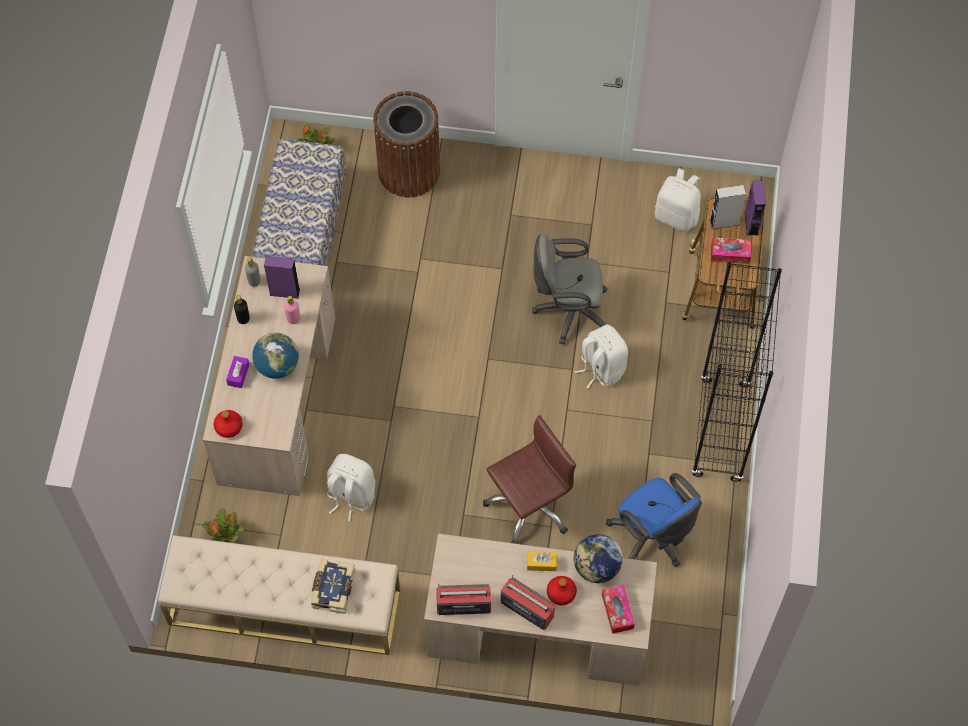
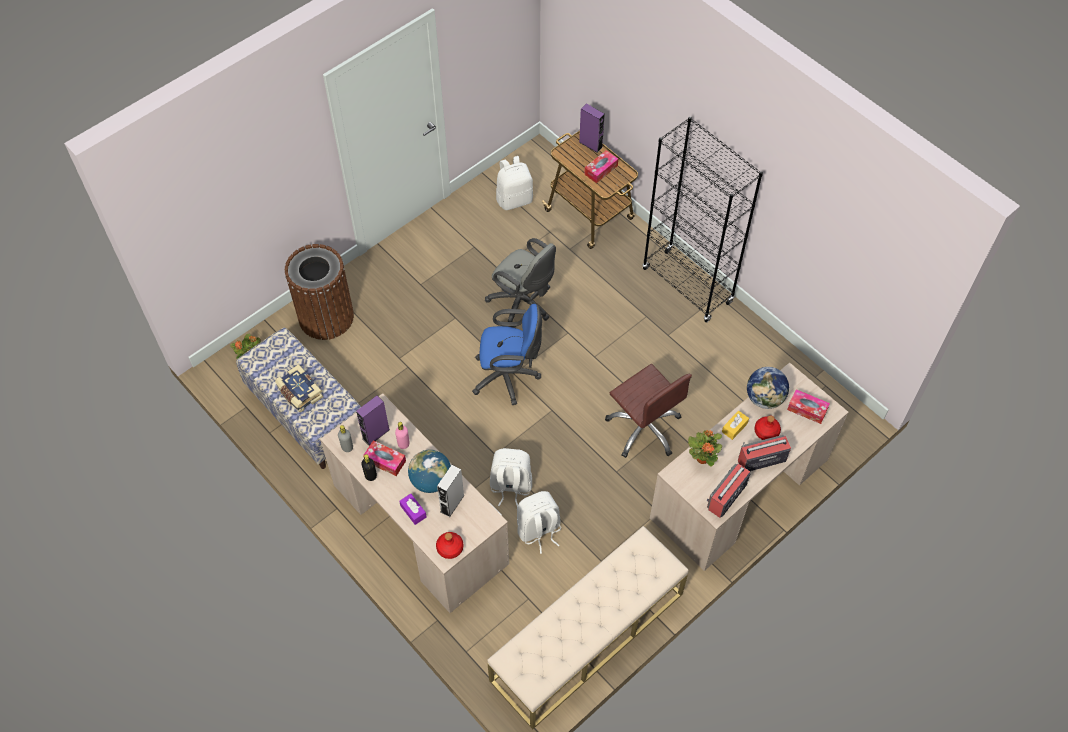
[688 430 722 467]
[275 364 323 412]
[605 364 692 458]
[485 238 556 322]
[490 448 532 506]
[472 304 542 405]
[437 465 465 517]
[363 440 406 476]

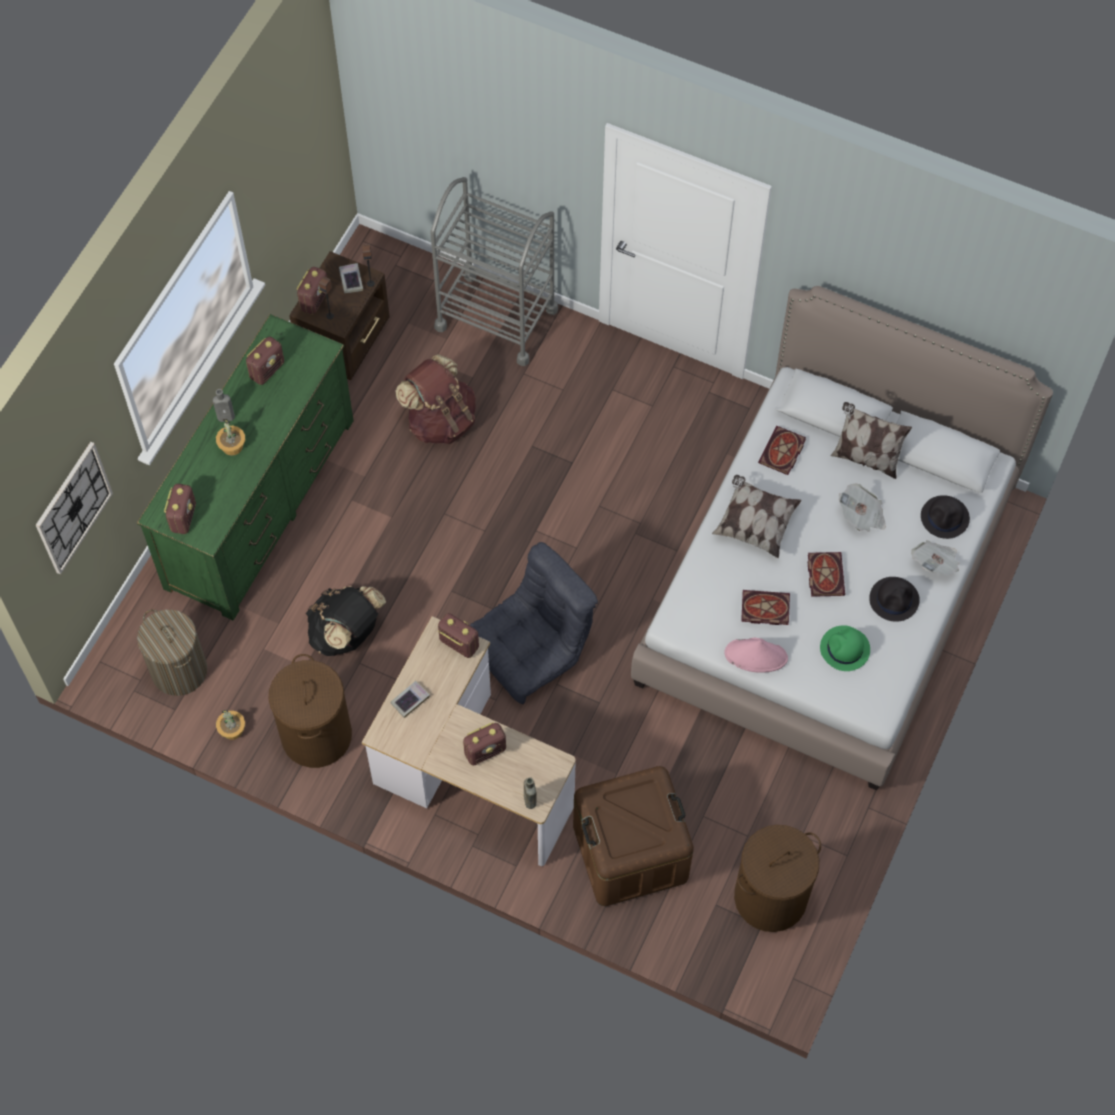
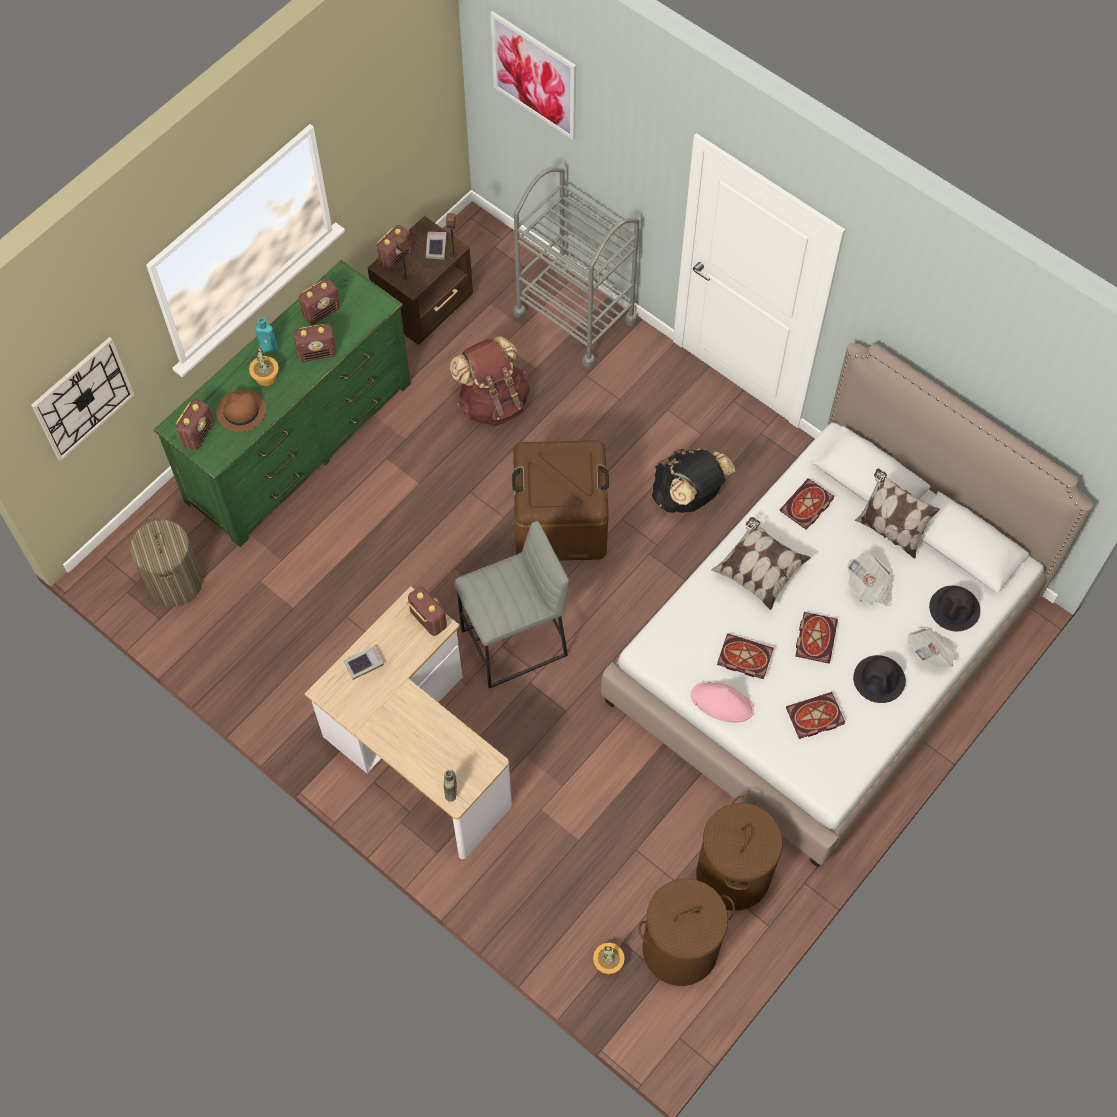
[255 317 278 353]
[593 943 625 974]
[696 795 783 911]
[652 448 736 513]
[294 324 336 362]
[455 521 569 689]
[512 440 609 560]
[786 692 845 739]
[216 390 266 432]
[490 11 576 140]

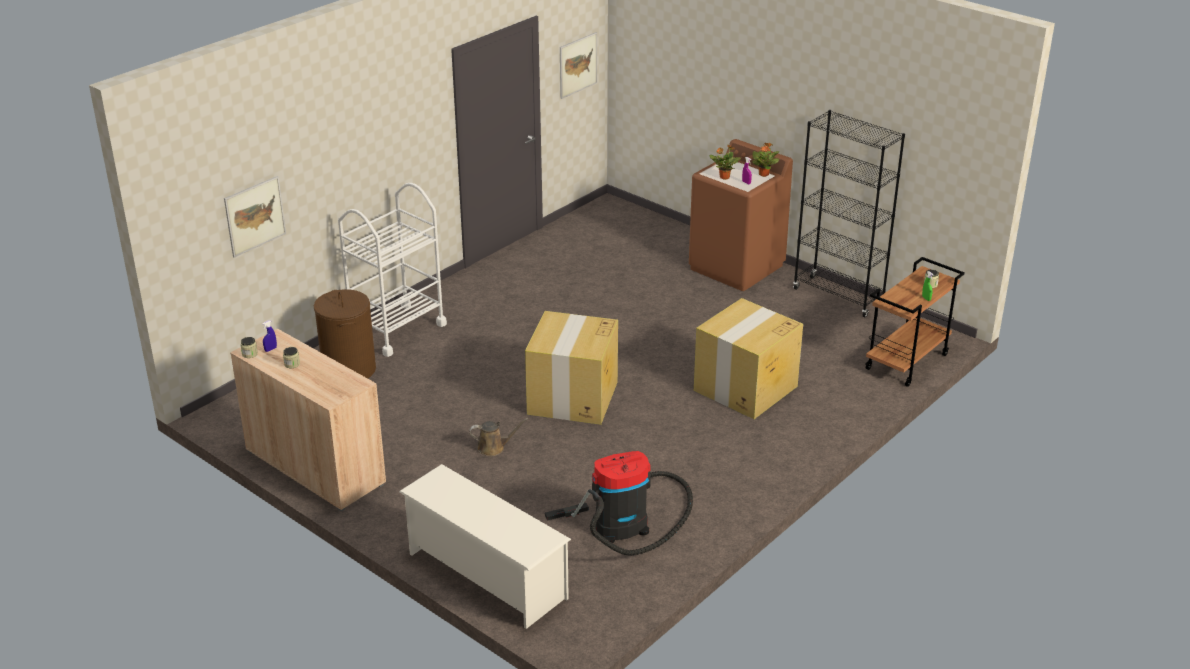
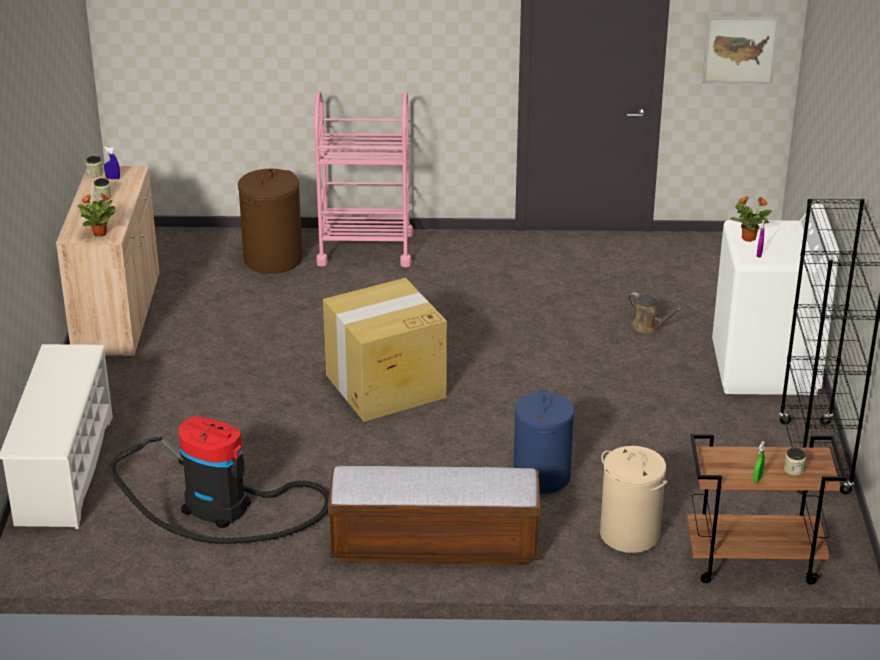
[224 176 286 258] (first image)
[314 91 413 267]
[628 292 682 333]
[712 204 840 395]
[513 390 575 494]
[78 193 116 236]
[328 466 540 565]
[600 446 667 553]

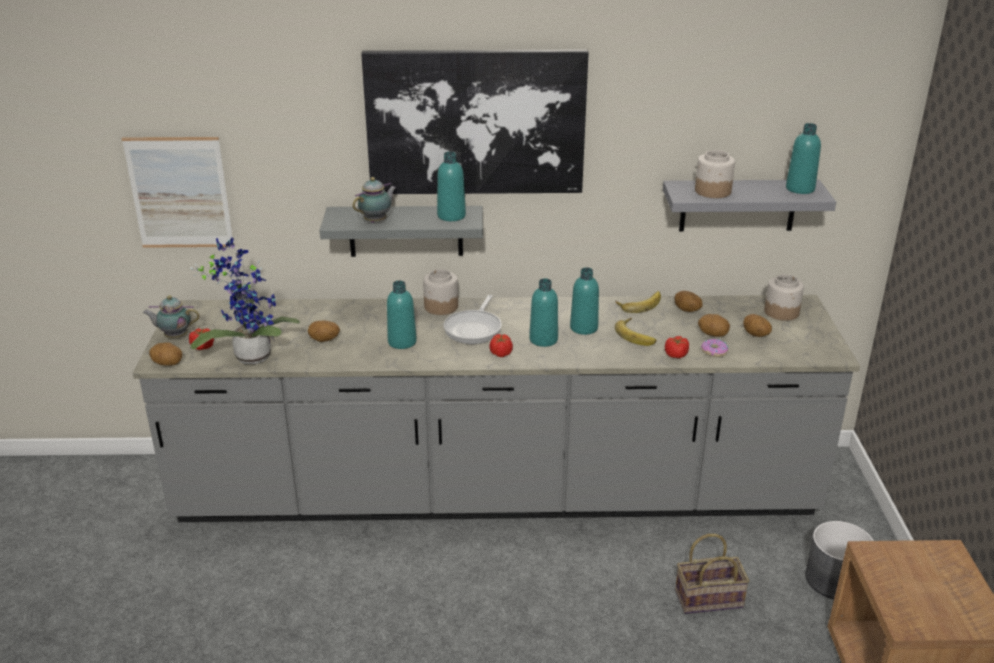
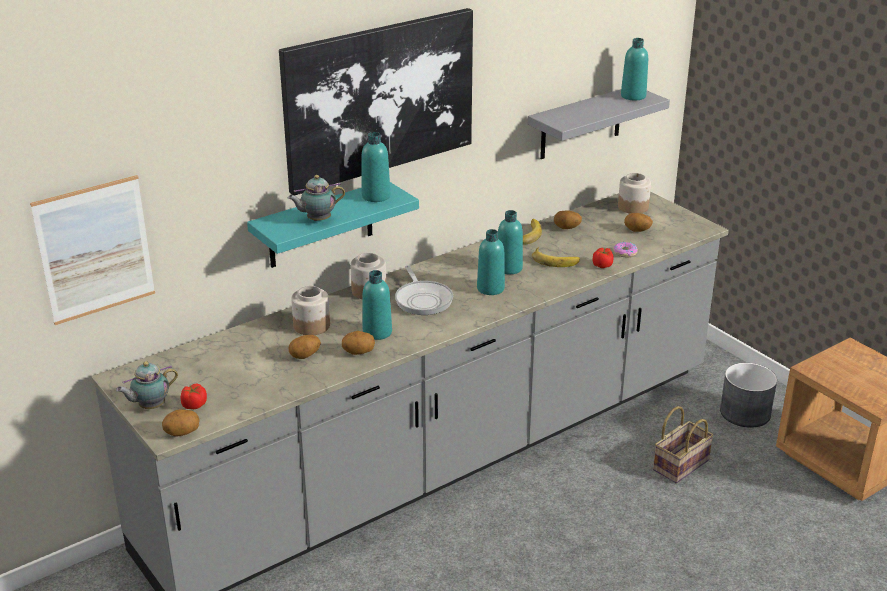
[190 238 300 364] (first image)
[247 182 419 268]
[288 175 345 221]
[489 334 513 357] (first image)
[291 286 330 335]
[342 331 375 355]

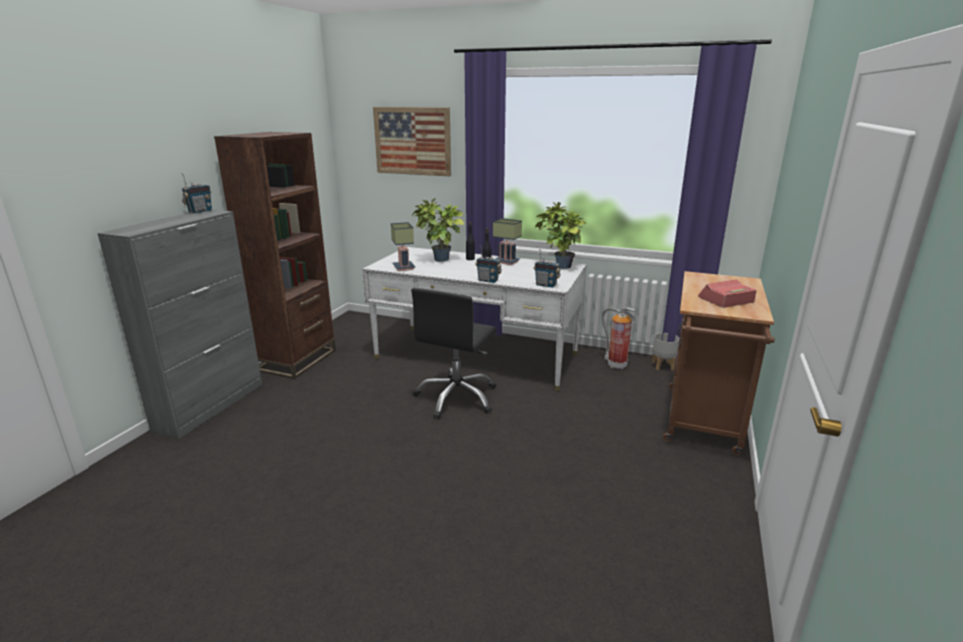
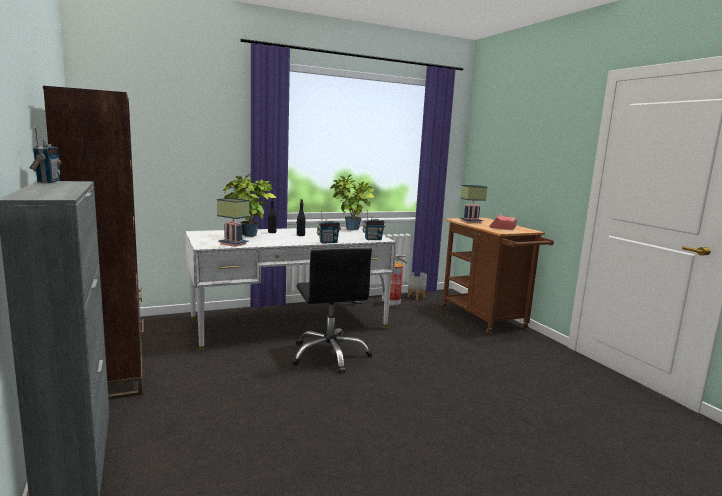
[373 107 451 176] (first image)
[460 185 487 223]

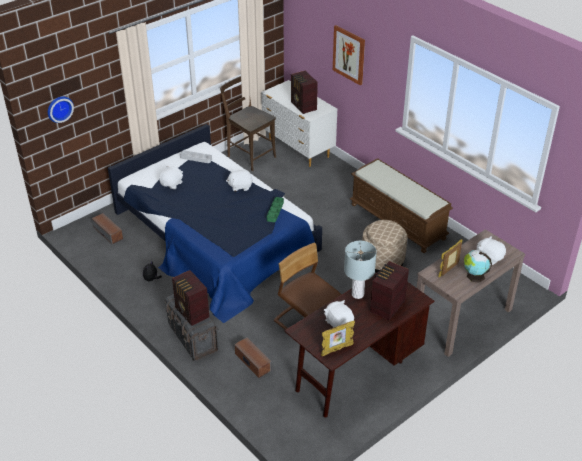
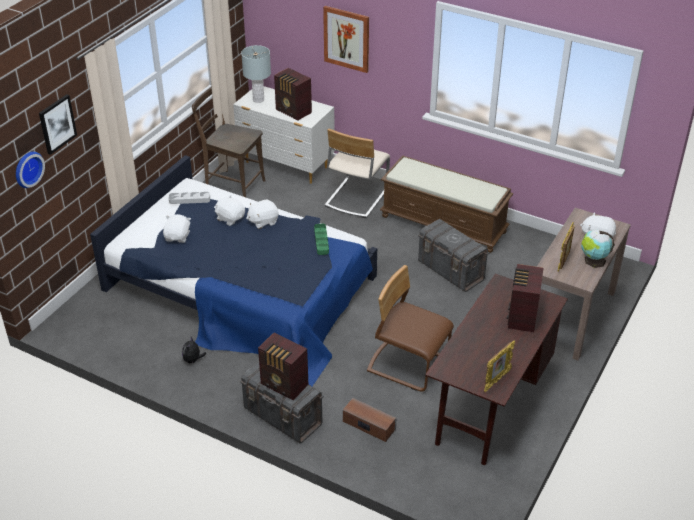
[92 213 123 244] (first image)
[214 195 245 226]
[241 45 271 103]
[418 219 489 292]
[39 94 77 155]
[325 129 390 218]

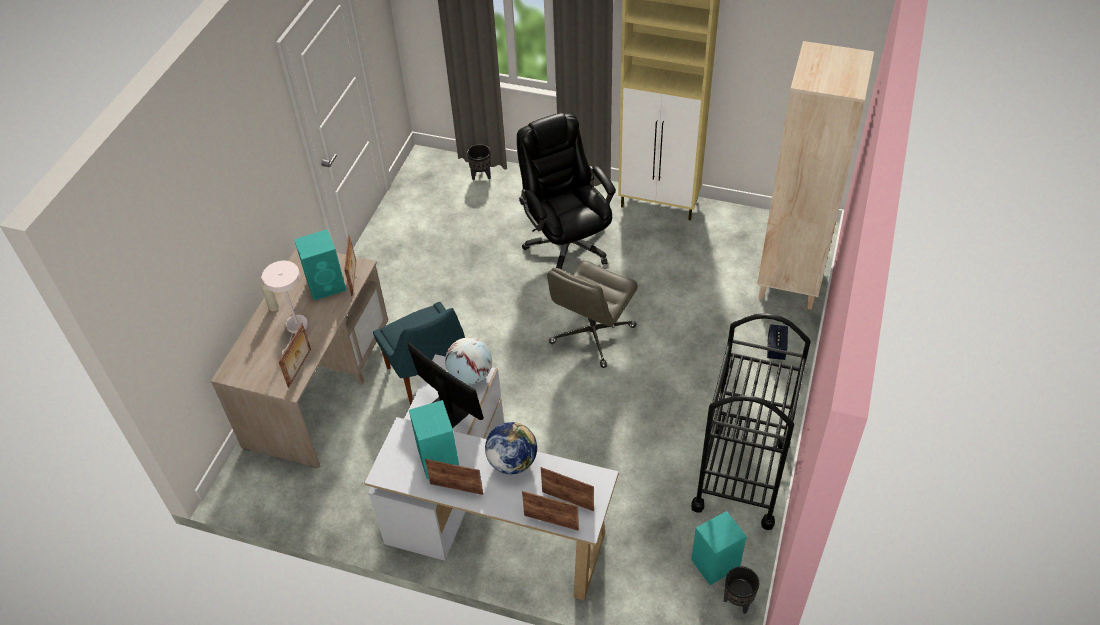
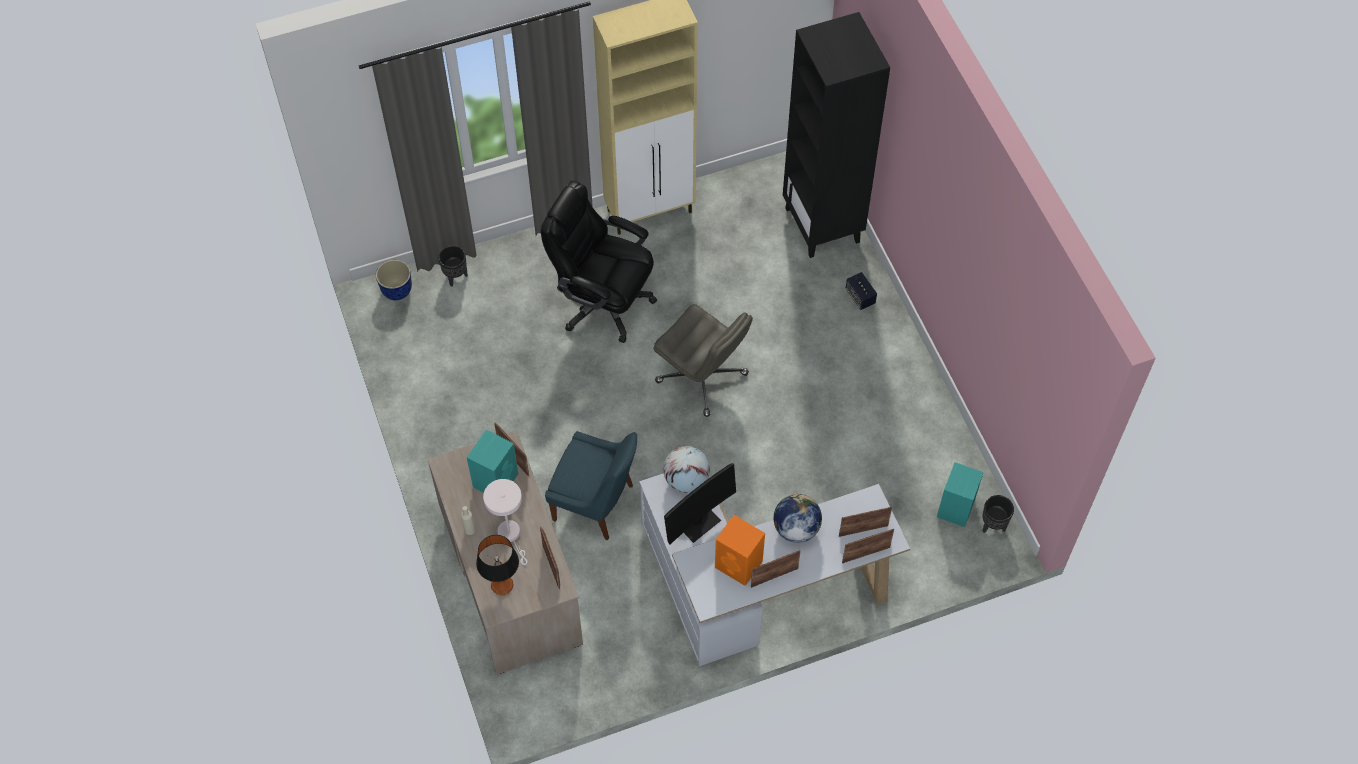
[664 463 736 545]
[715 515 765 586]
[653 304 753 417]
[691 313 811 530] (first image)
[783 12 890 258]
[376 260 412 300]
[476 535 519 595]

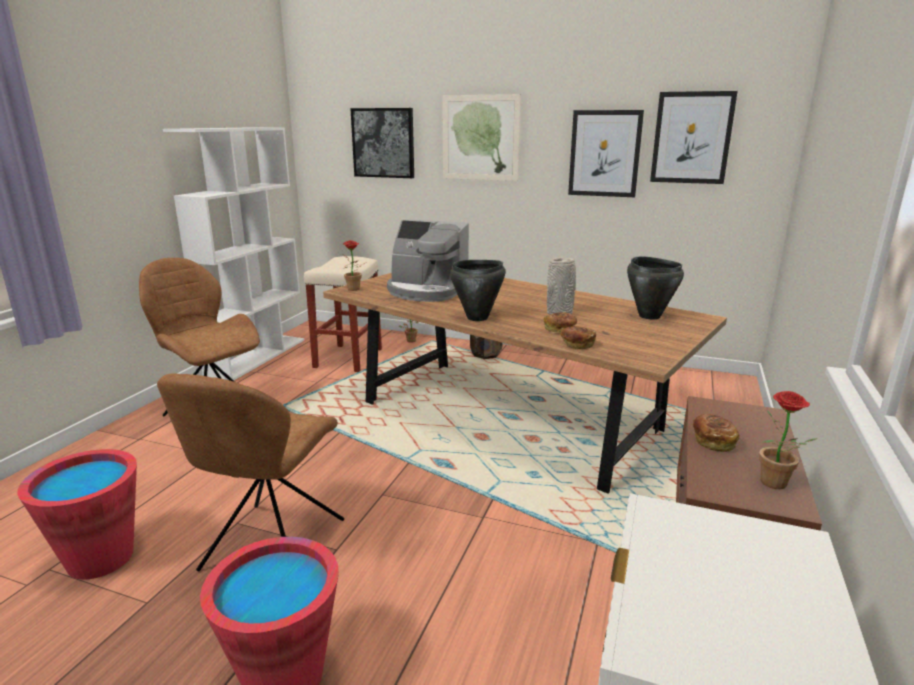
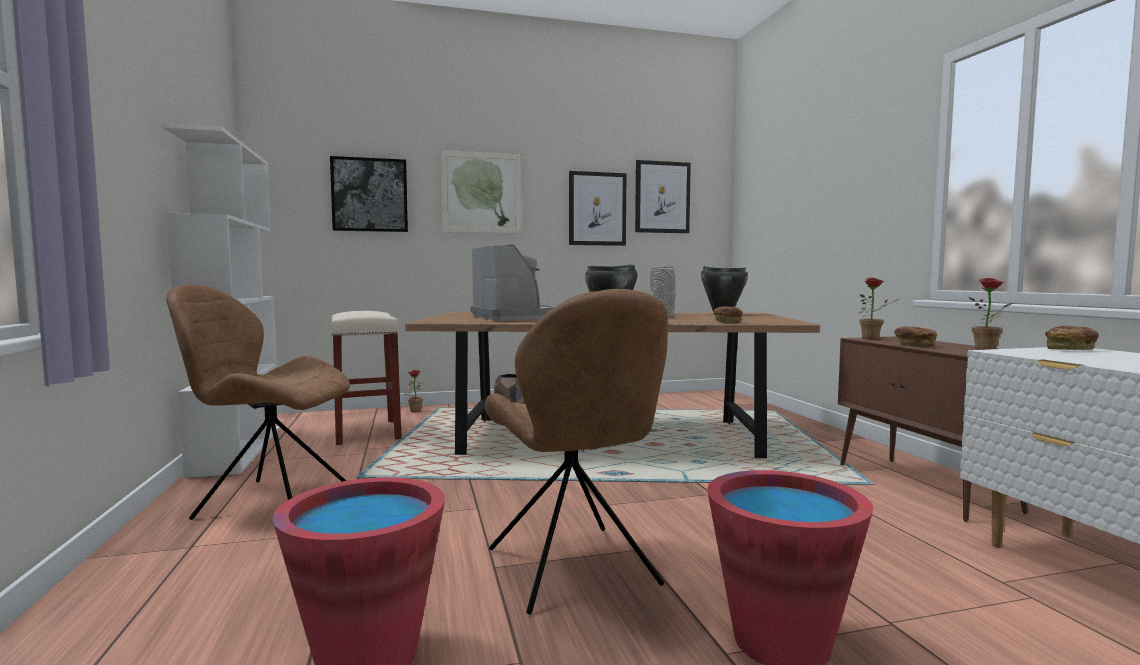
[859 278 901 339]
[470 245 554 321]
[1045 326 1099 350]

